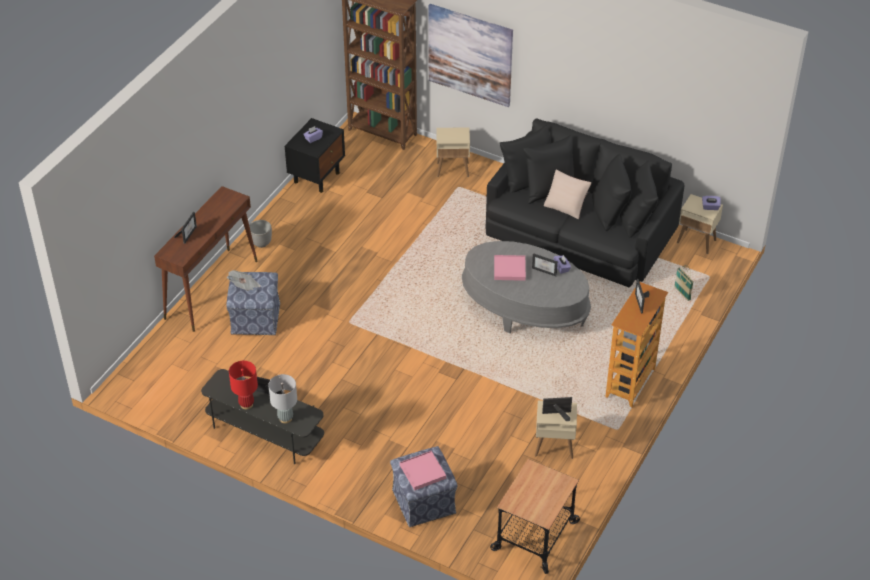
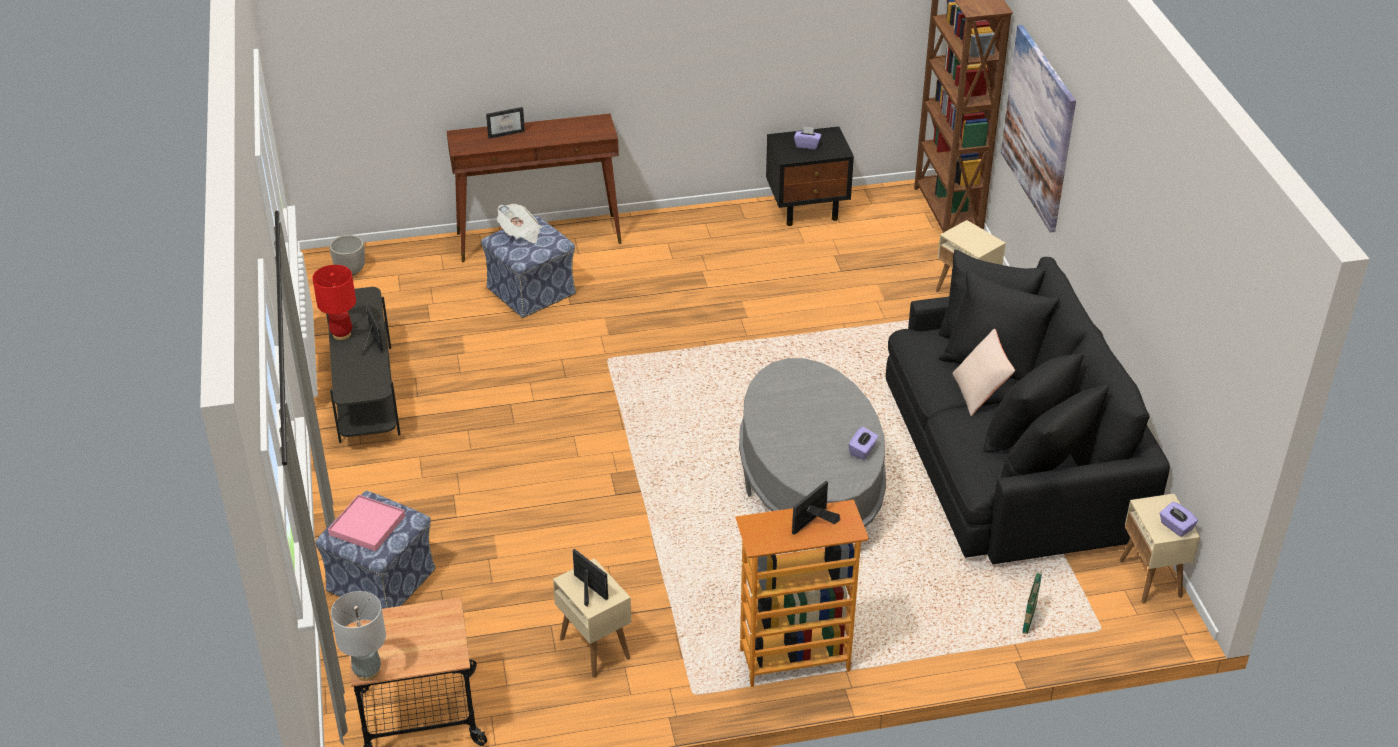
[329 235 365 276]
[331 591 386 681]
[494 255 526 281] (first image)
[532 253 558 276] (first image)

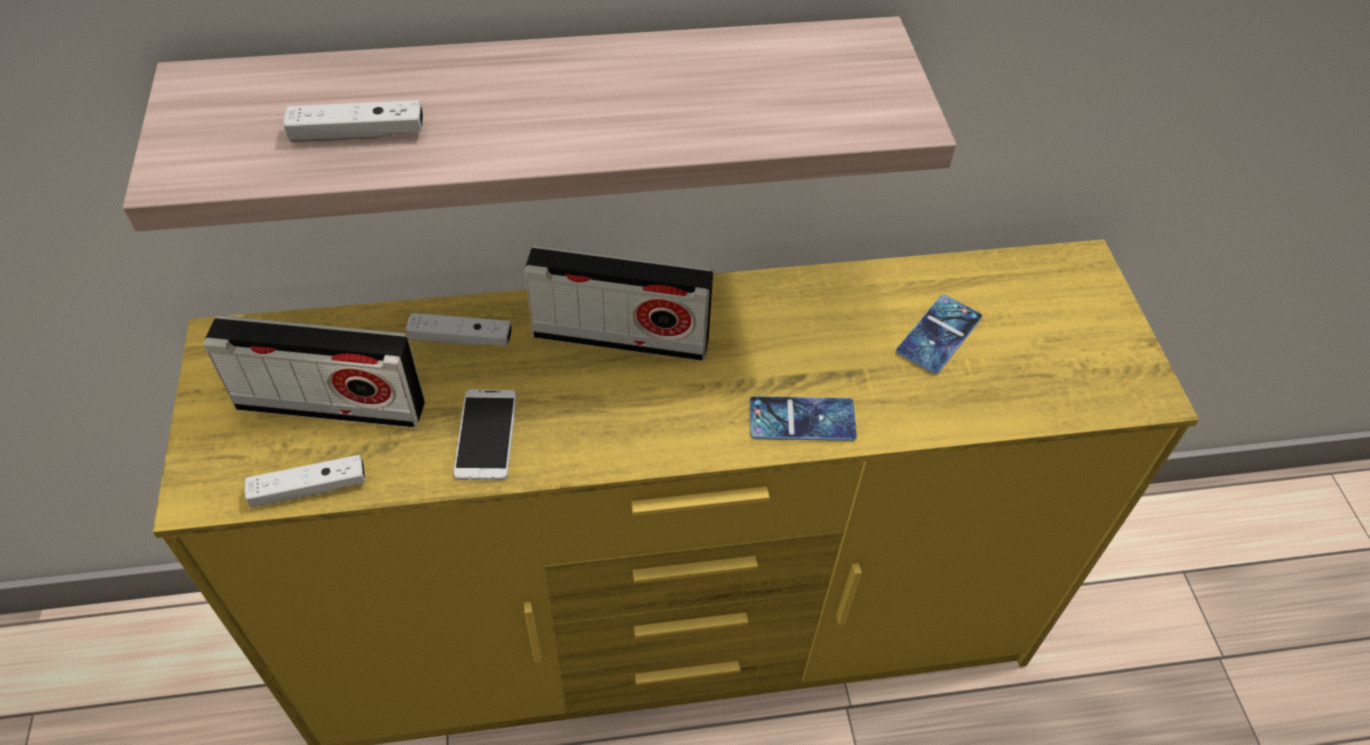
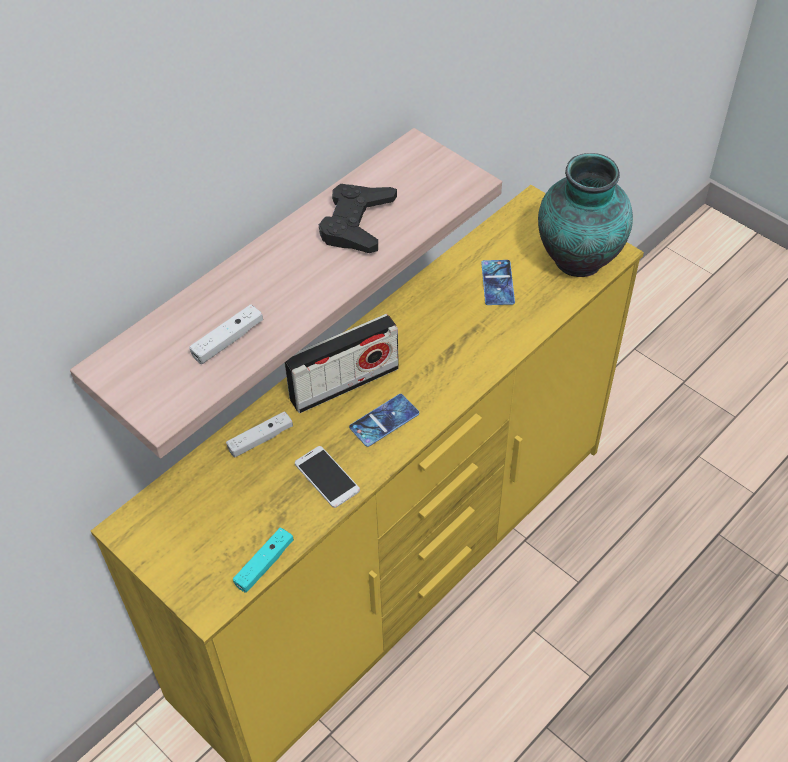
[203 315 425 428] (first image)
[233 528 294 593]
[349 394 419 447]
[319 184 397 253]
[538 153 633 277]

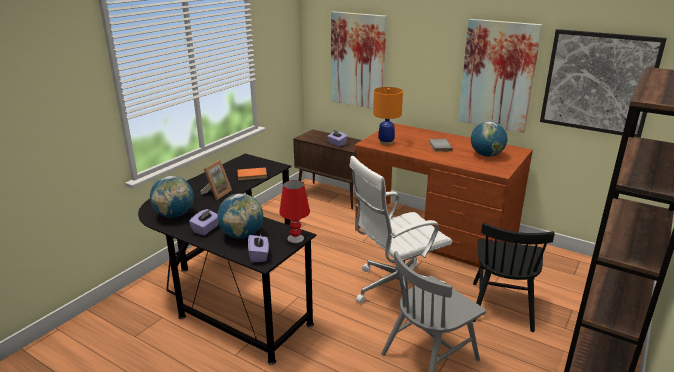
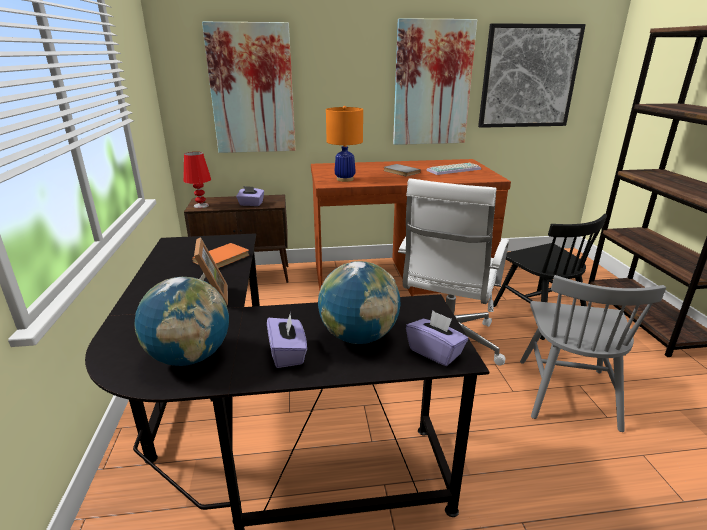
[183 152 211 208]
[426 163 481 175]

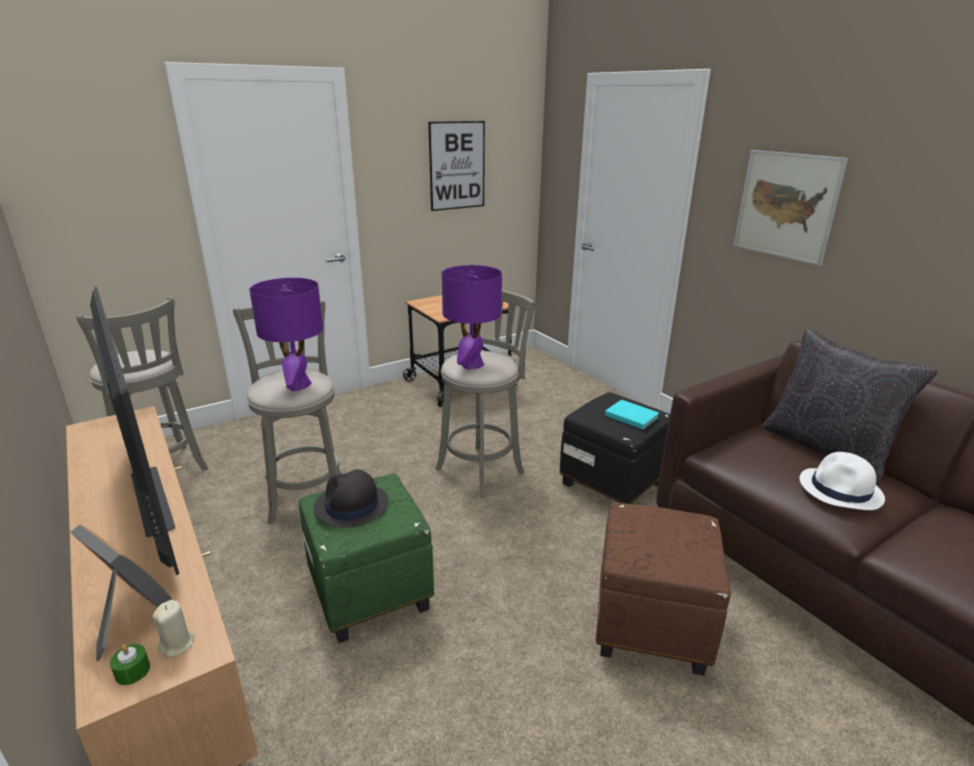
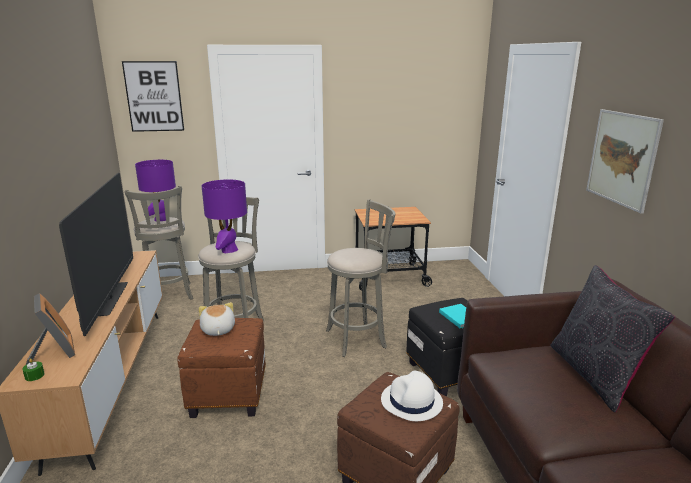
[152 600 195 658] (first image)
[177 318 266 418]
[199 302 235 336]
[122 61 184 132]
[135 160 176 221]
[381 371 443 421]

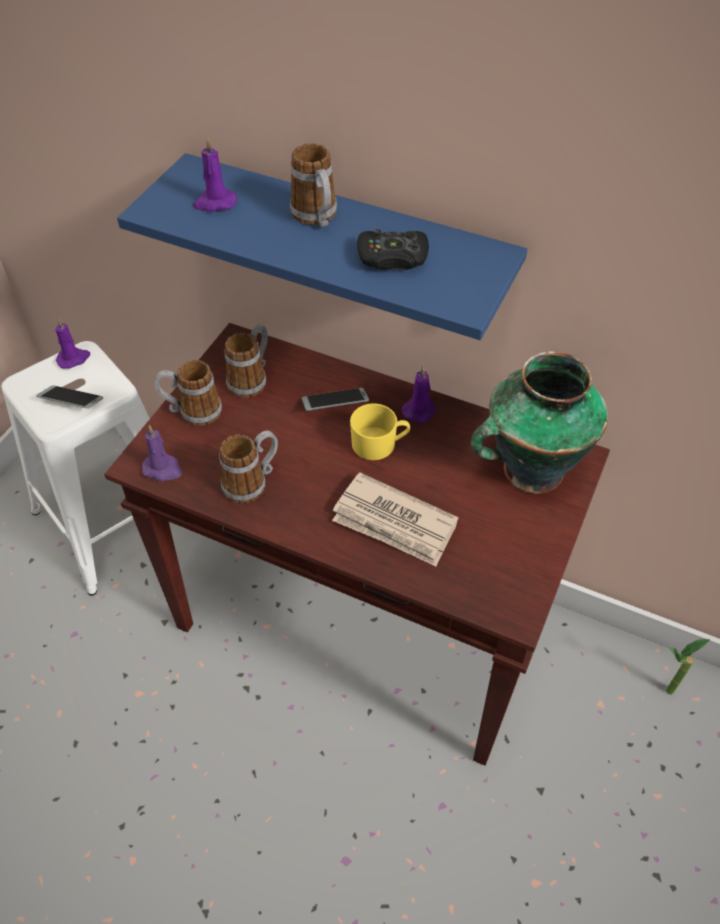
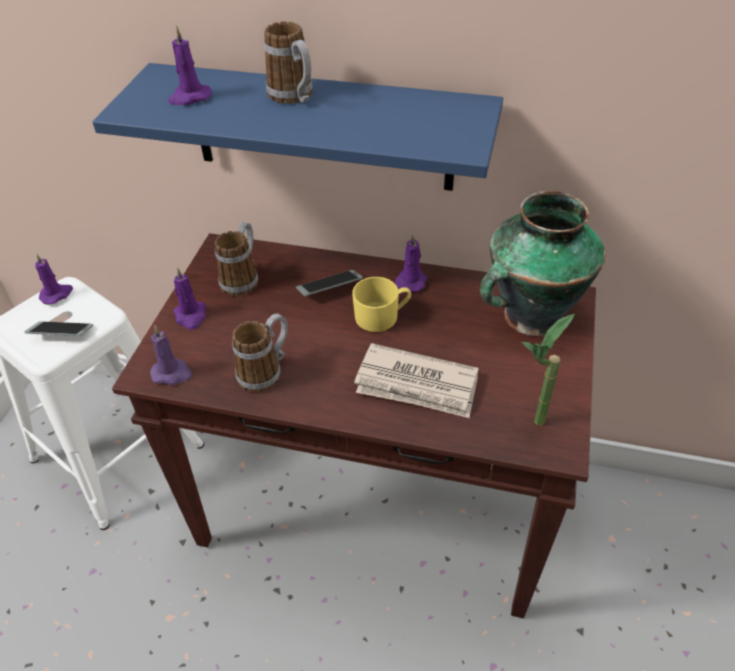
[173 267 206 330]
[357 229 429 270] (first image)
[522 314 575 426]

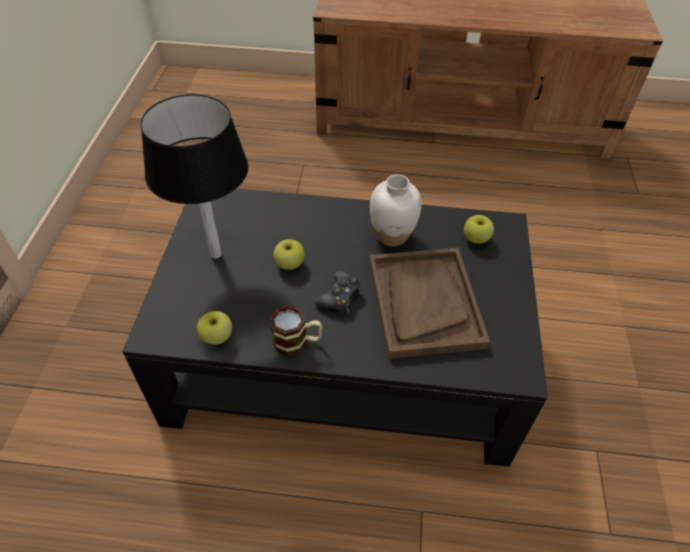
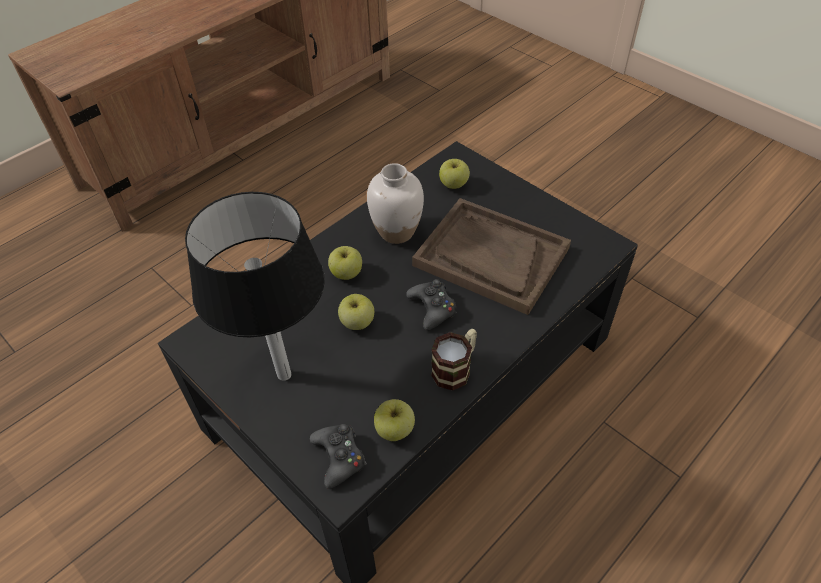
[310 424 367 489]
[328 246 362 280]

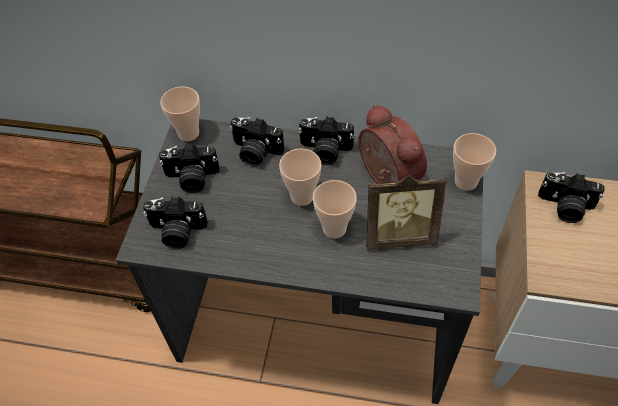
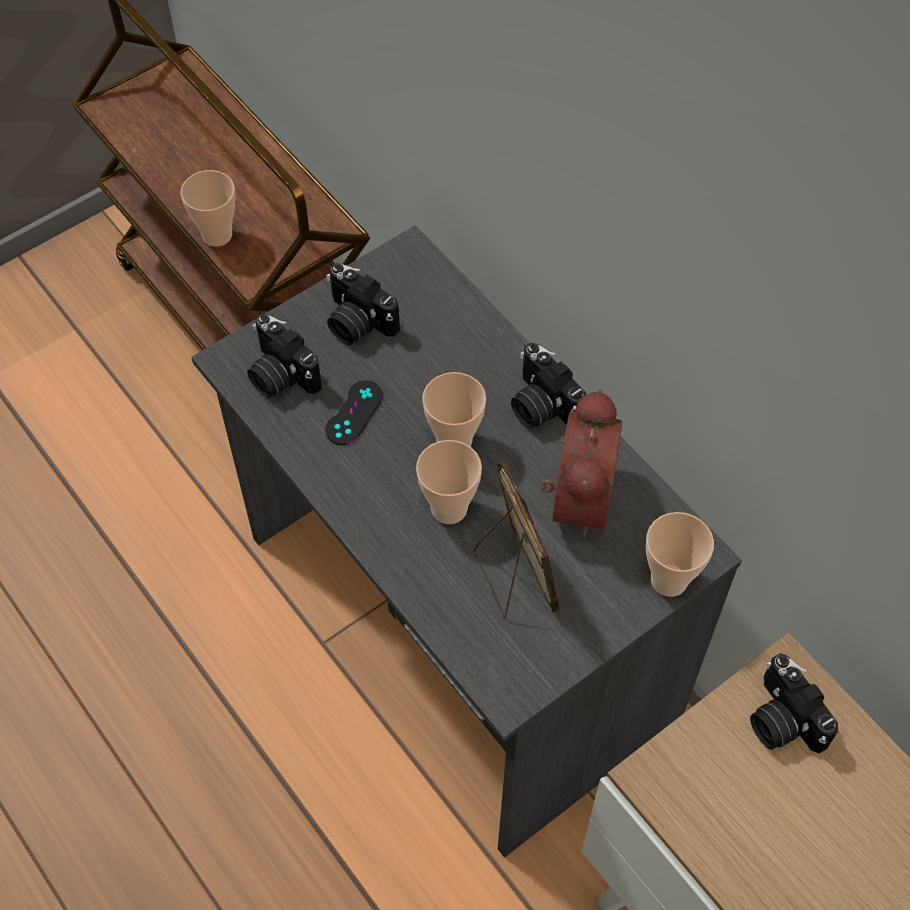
[181 170 236 247]
[230 117 284 166] (first image)
[474 461 560 618]
[325 380 383 445]

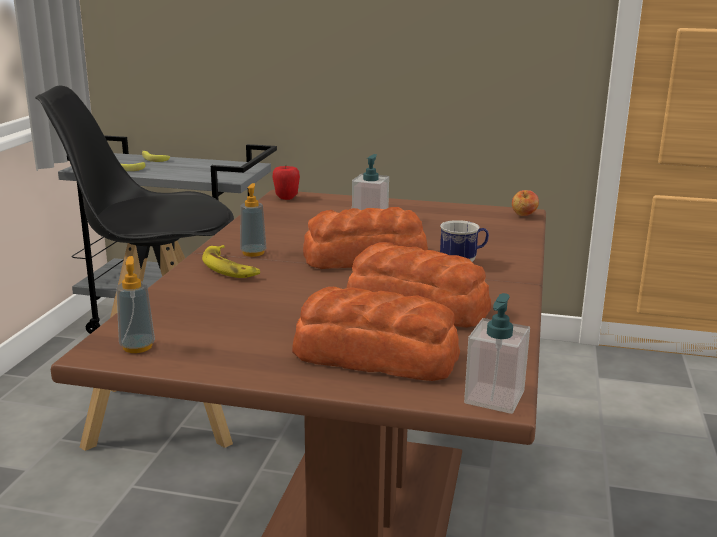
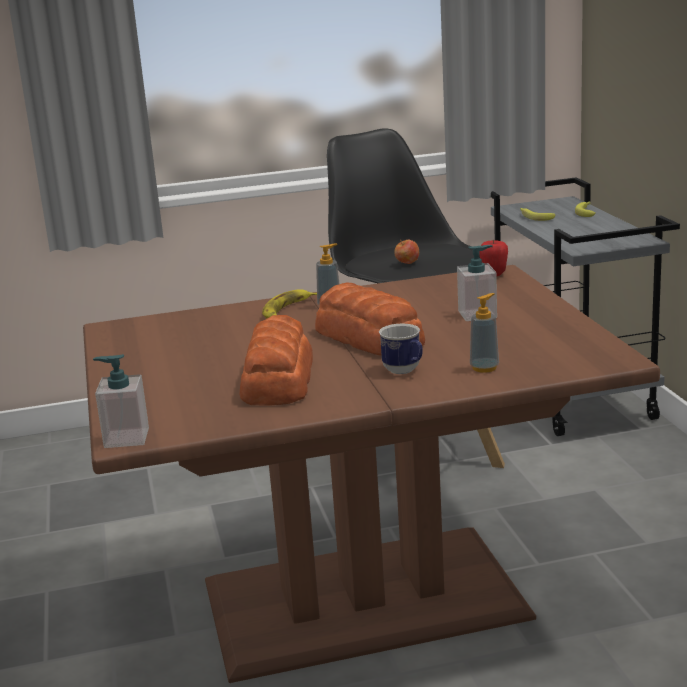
[470 293 499 373]
[292 287 460 381] (first image)
[394 240 419 264]

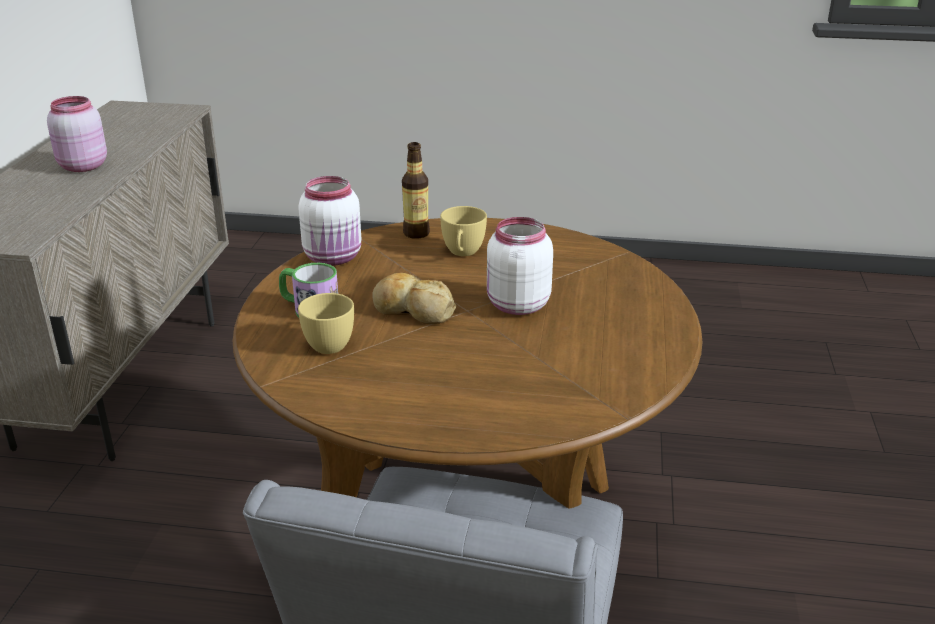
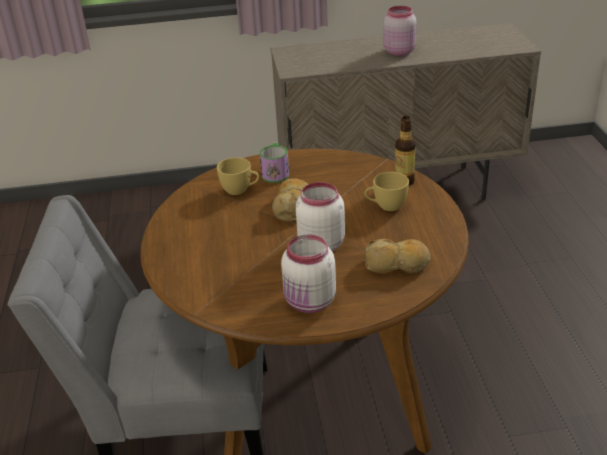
[281 234 336 313]
[365 239 431 274]

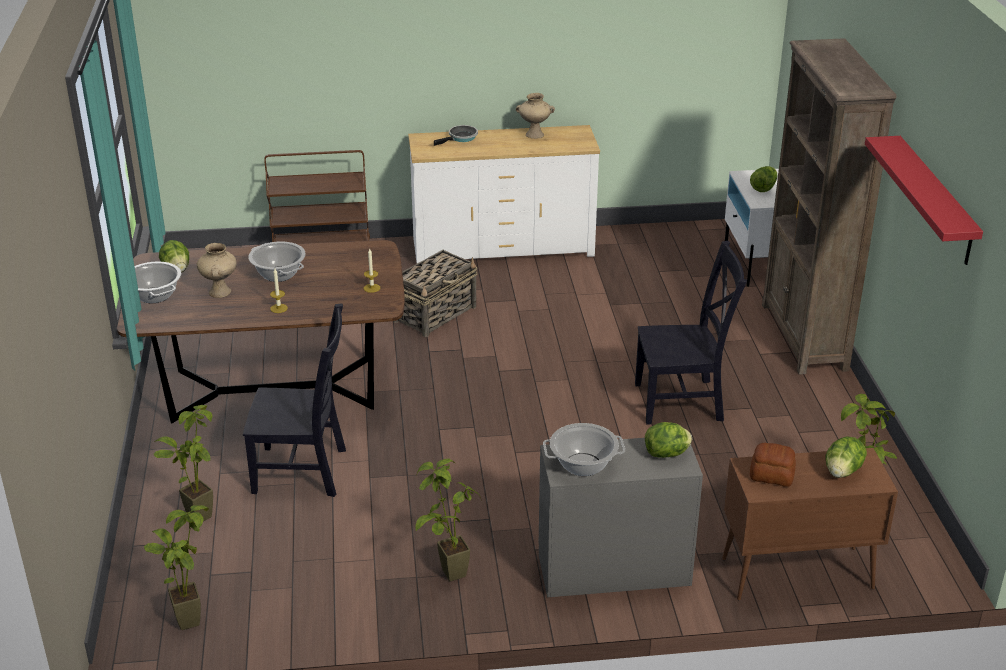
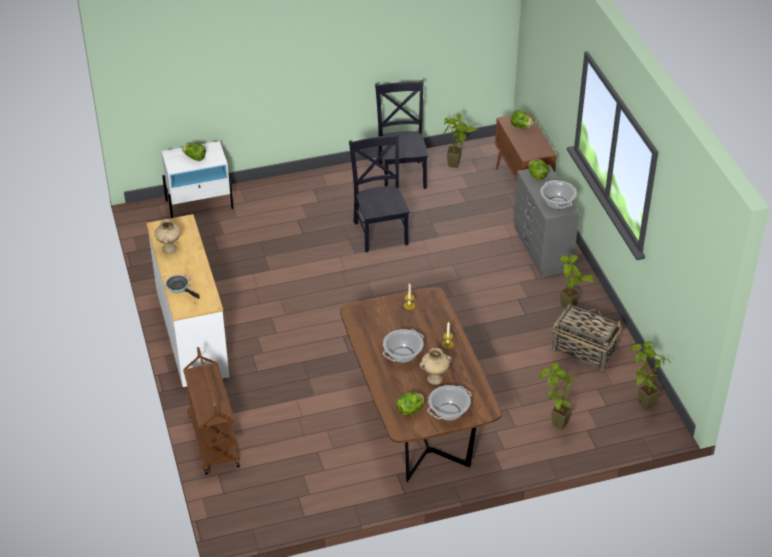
[375 80 428 189]
[552 301 622 371]
[750 443 796 487] (first image)
[762 38 896 375] (first image)
[865 136 983 265] (first image)

